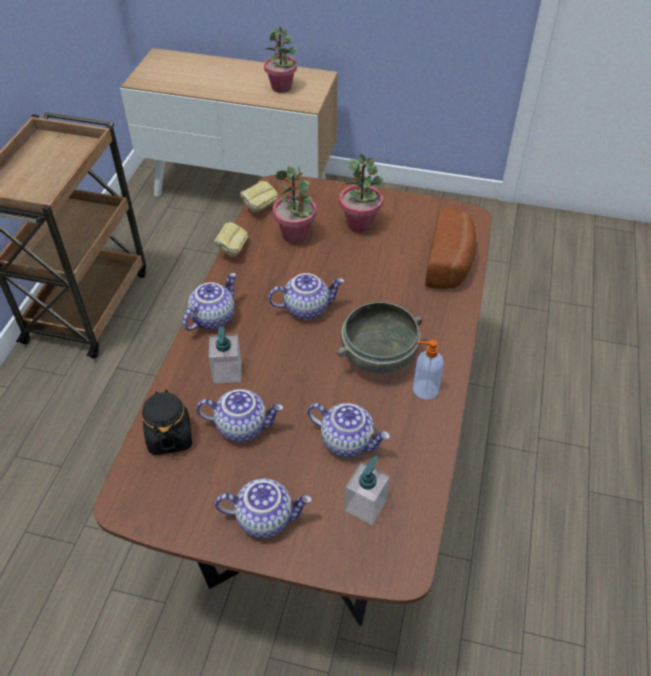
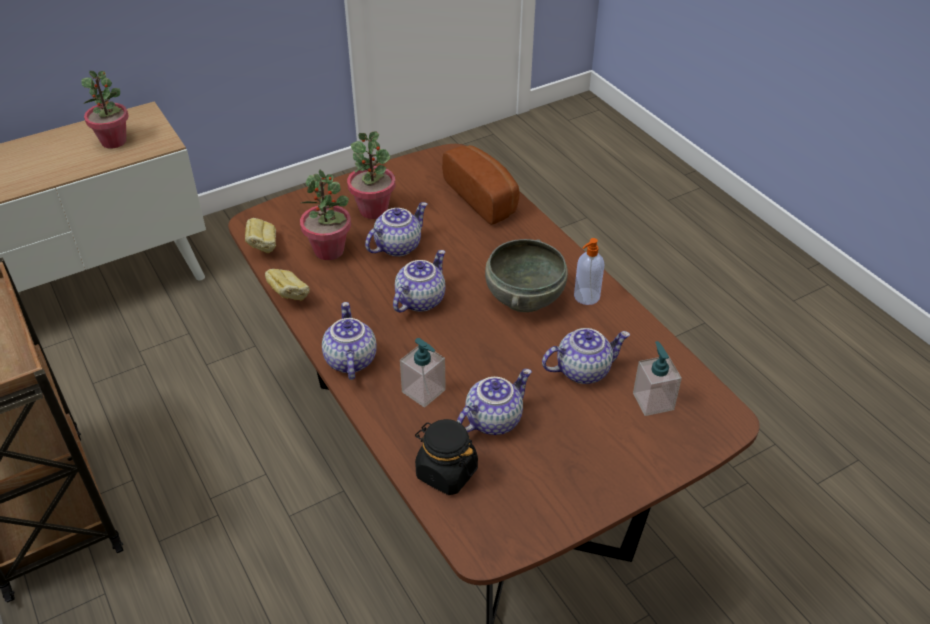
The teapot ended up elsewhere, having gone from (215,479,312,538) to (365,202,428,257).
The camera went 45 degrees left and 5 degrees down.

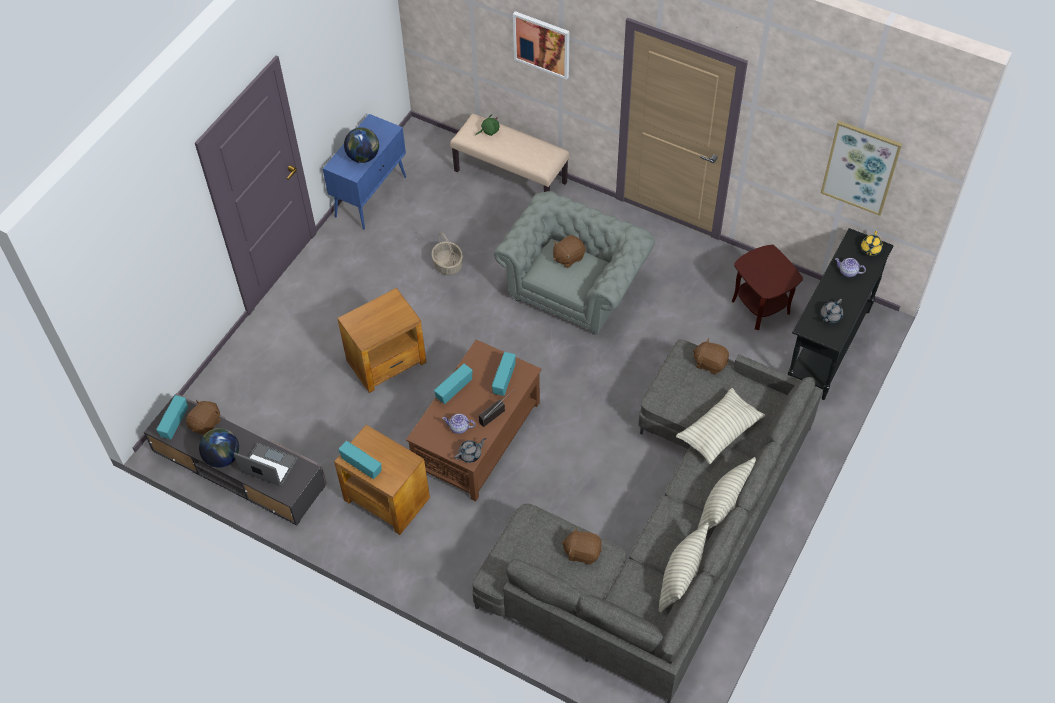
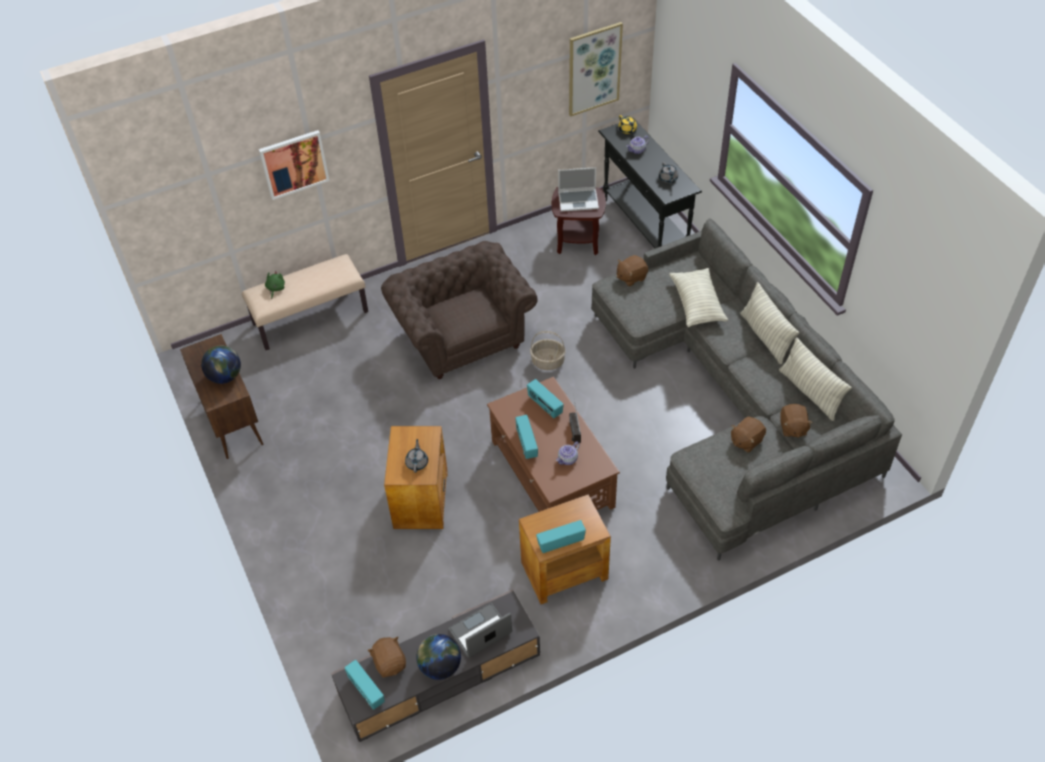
What was the blue cabinet at (323,114,406,230) turned into the brown cabinet at (180,334,263,459).
What was the grey armchair at (494,191,655,335) turned into the brown armchair at (381,241,538,379).
The basket ended up elsewhere, having gone from (431,232,463,275) to (530,331,566,370).
The brown plush toy ended up elsewhere, having gone from (553,235,586,268) to (780,404,813,438).
The grey teapot ended up elsewhere, having gone from (454,438,486,463) to (405,439,428,473).
The second view gained the laptop at (558,167,599,212).
The camera went 55 degrees left and 5 degrees down.

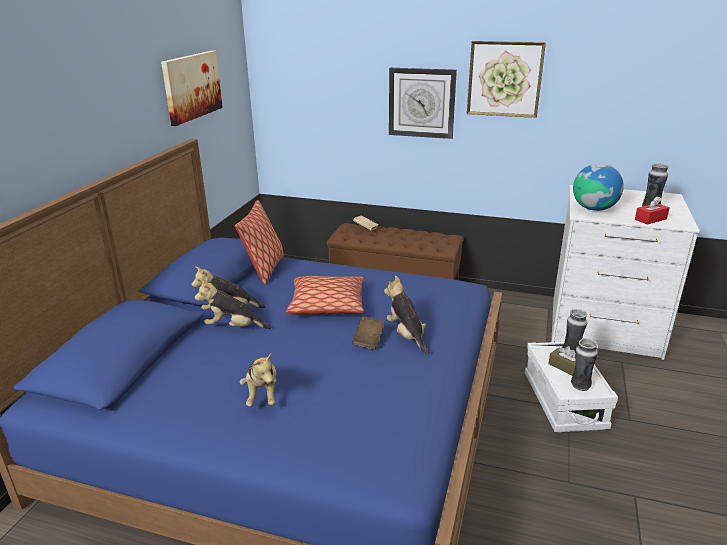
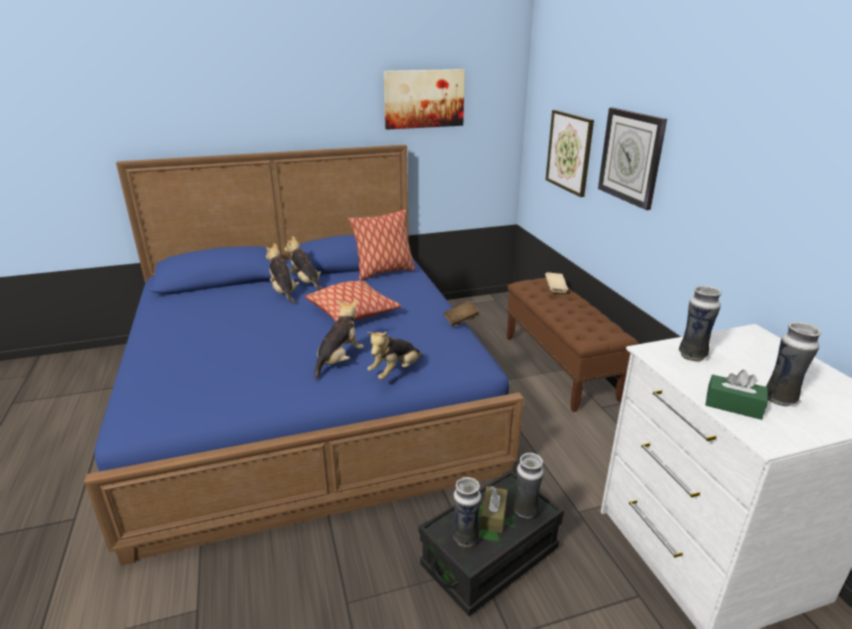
The picture ended up elsewhere, having gone from (467,41,546,118) to (546,110,594,197).
Where the globe stood at (573,164,624,211), the vase came to stand at (679,286,722,361).
What was the red tissue box at (635,196,670,225) turned into the green tissue box at (705,370,768,420).
The brown book ended up elsewhere, having gone from (352,316,384,350) to (444,301,479,327).
What was the white storage box at (525,342,618,432) turned into the black storage box at (418,470,564,616).
The plush toy ended up elsewhere, having gone from (240,352,276,406) to (367,331,423,380).
The camera went 55 degrees right and 0 degrees up.

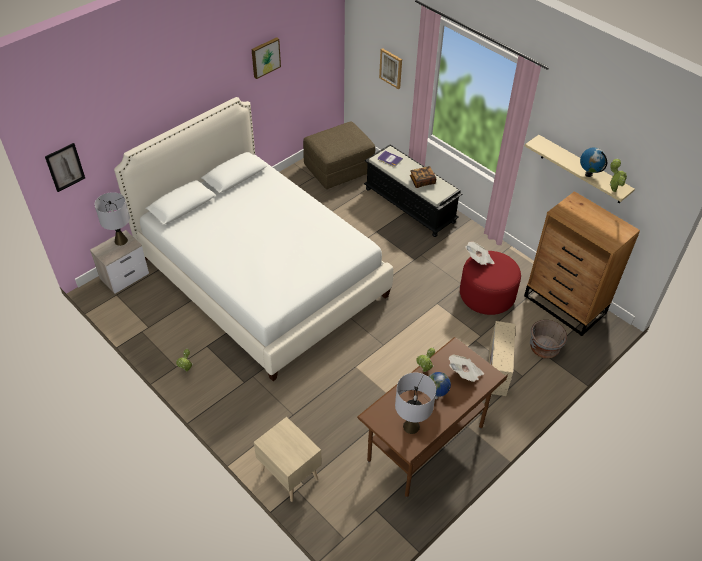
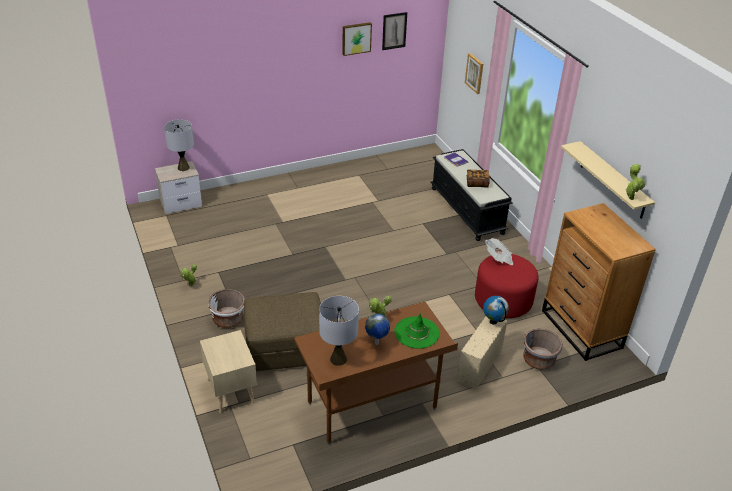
The second view lost the white bed at (114,97,393,381).
The brown ottoman ended up elsewhere, having gone from (303,121,375,189) to (244,292,321,371).
The picture ended up elsewhere, having gone from (45,143,85,192) to (382,12,407,50).
The globe ended up elsewhere, having gone from (580,147,607,177) to (483,296,509,324).
Where the newspaper stood at (449,355,484,382), the green hat came to stand at (394,313,440,349).
The second view gained the white planter at (208,289,245,328).
The camera went 20 degrees right and 10 degrees down.

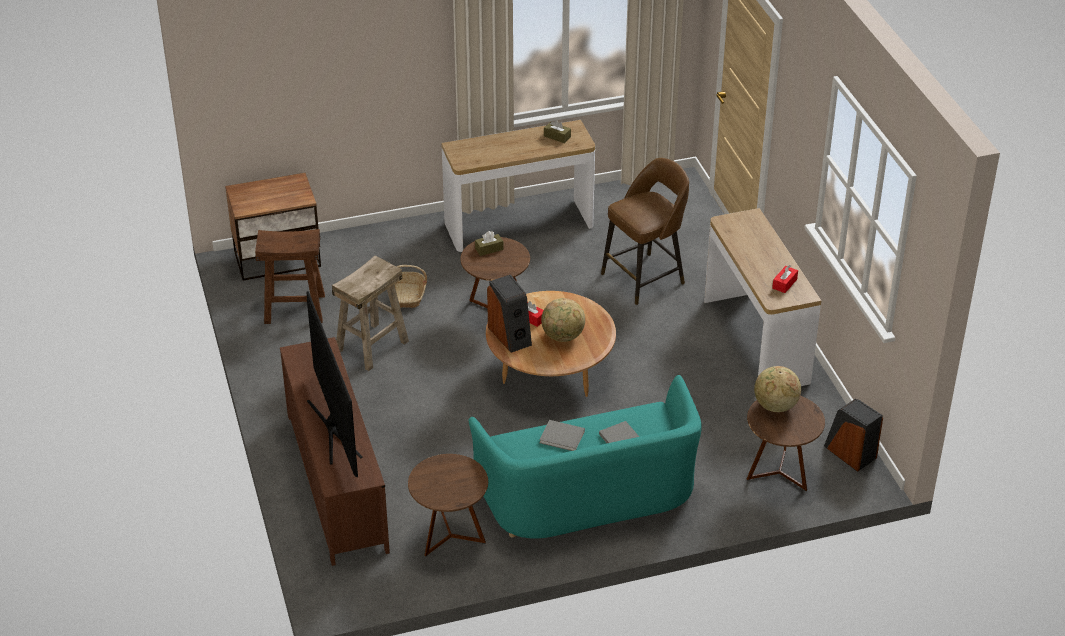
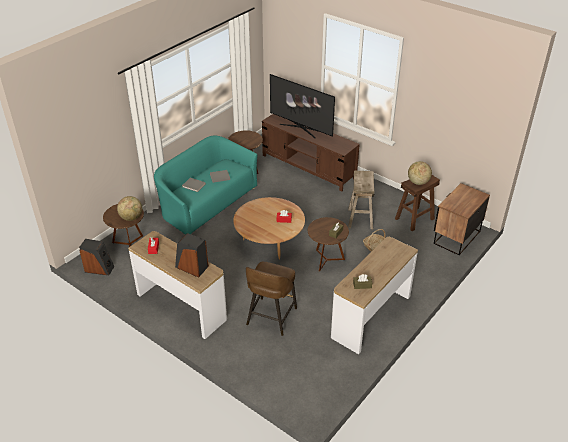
The speaker ended up elsewhere, having gone from (487,275,532,353) to (175,234,209,278).
The globe ended up elsewhere, having gone from (541,298,585,342) to (408,161,432,185).
The camera went 145 degrees right and 0 degrees up.

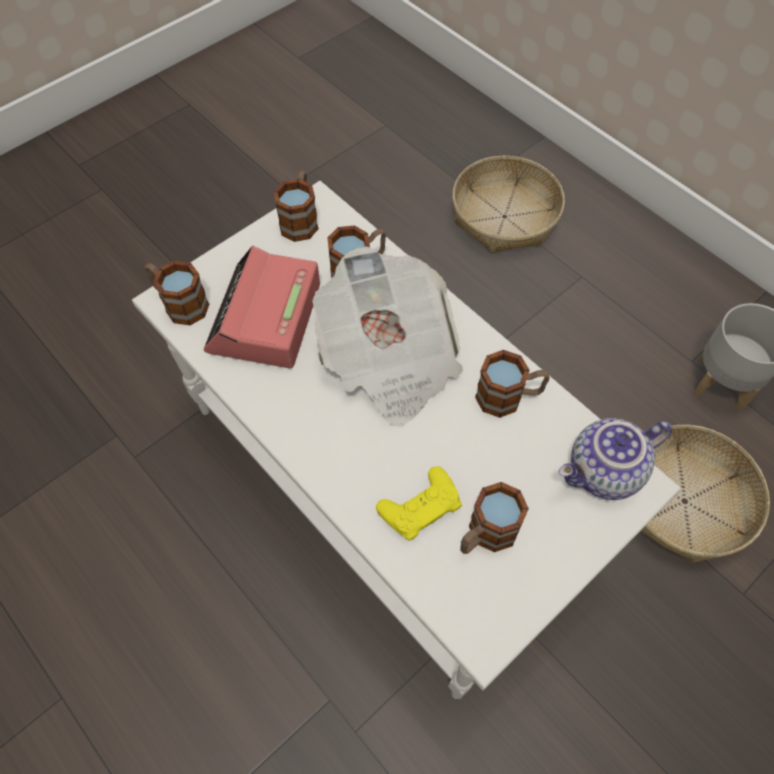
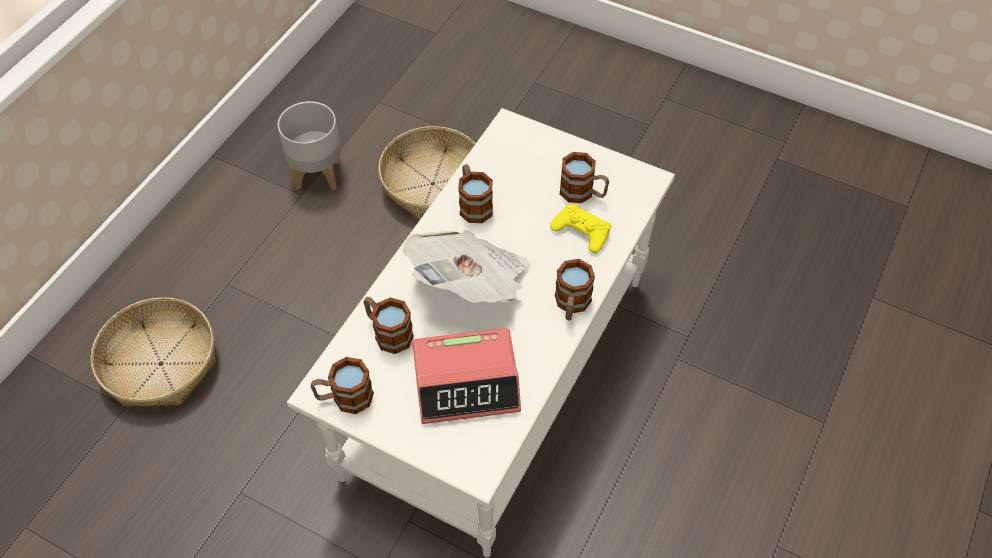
The mug ended up elsewhere, having gone from (145,261,209,325) to (555,259,595,320).
The second view lost the teapot at (558,418,673,500).
The camera went 110 degrees left and 5 degrees down.

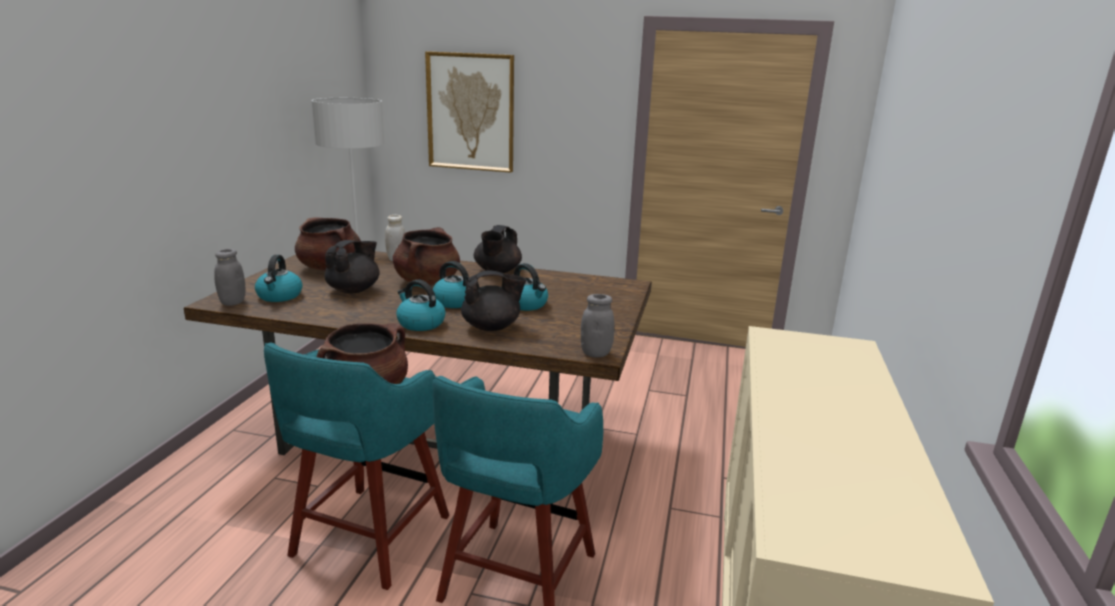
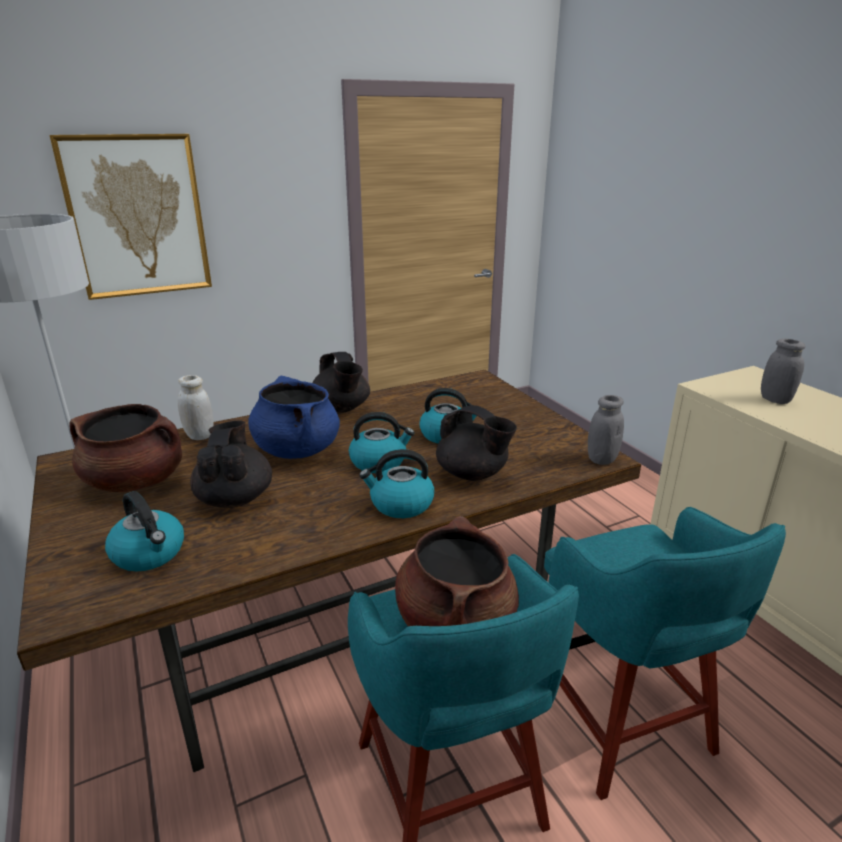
What was the brown cooking pot at (393,227,460,285) turned into the blue cooking pot at (248,376,340,459).
The grey jar ended up elsewhere, having gone from (214,249,245,306) to (761,339,805,404).
The black teapot at (461,270,527,331) ended up facing another way, 90 degrees clockwise from before.
The camera went 40 degrees left and 5 degrees up.

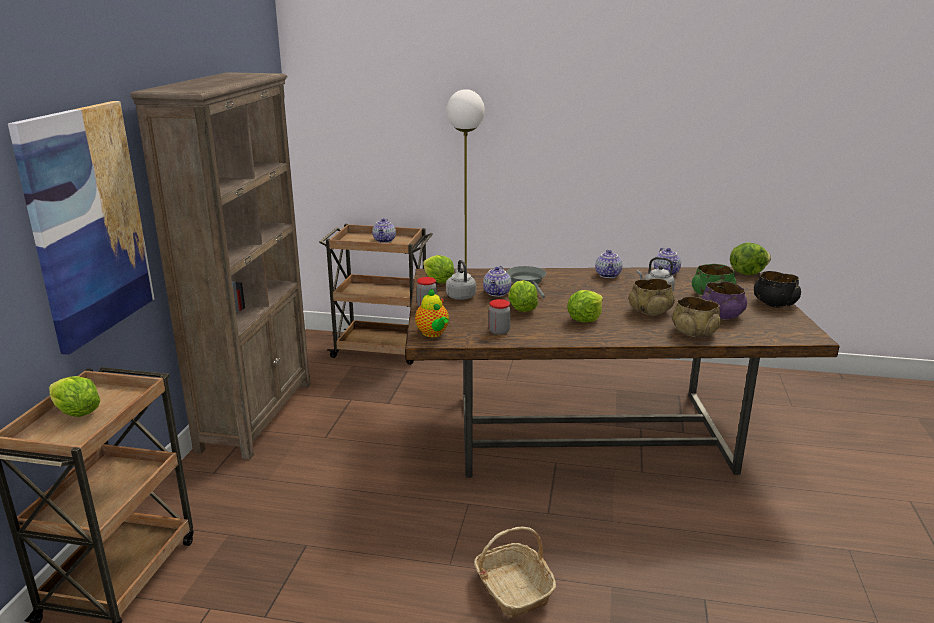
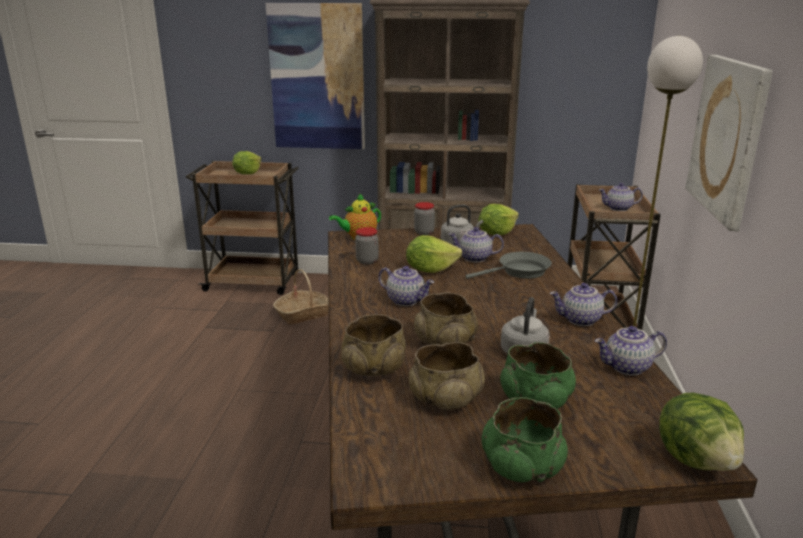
What was the black bowl at (754,271,801,308) turned into the green bowl at (482,397,568,482).
What was the purple bowl at (701,281,747,319) turned into the beige bowl at (408,342,485,410).
Where the lettuce stood at (567,290,603,322), the teapot came to stand at (378,266,434,306).
The basket ended up elsewhere, having gone from (474,527,556,618) to (273,269,329,325).
The second view gained the picture at (685,55,773,231).
The camera went 85 degrees right and 0 degrees up.

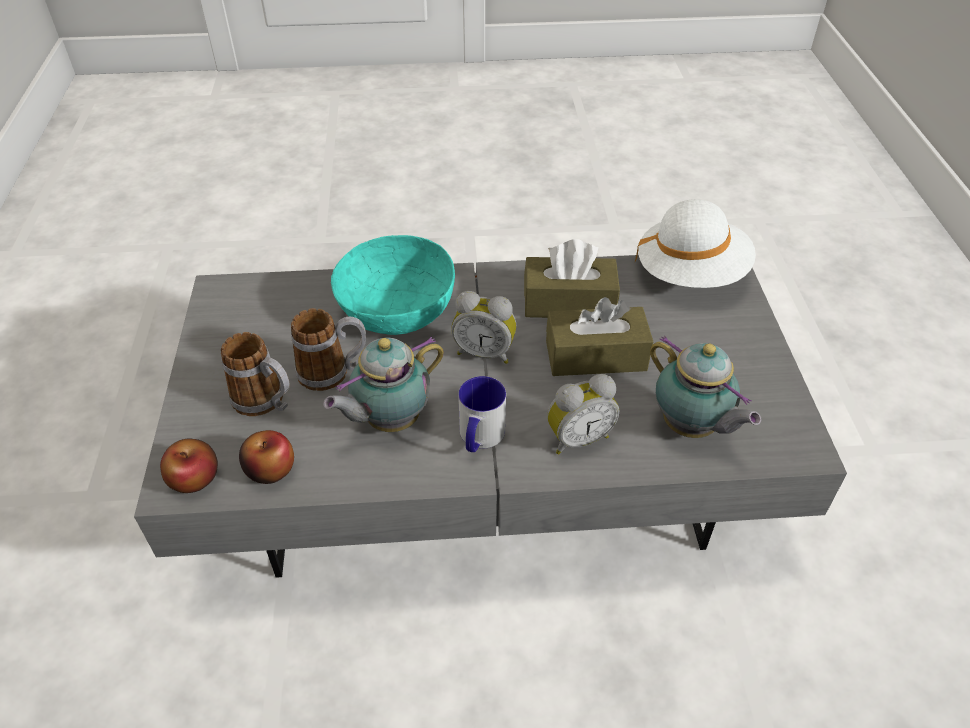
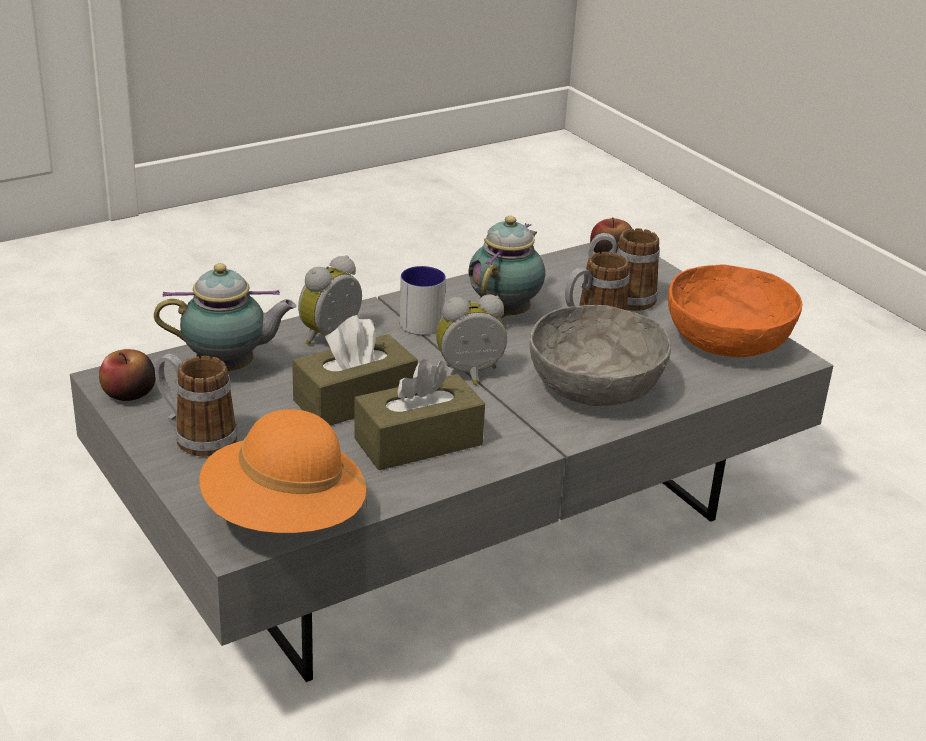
What was the white hat at (635,199,756,288) turned into the orange hat at (199,409,367,533).
What was the turquoise bowl at (331,235,455,335) turned into the grey bowl at (530,305,671,406).
The teapot at (650,336,761,438) ended up facing another way, 150 degrees clockwise from before.
The apple ended up elsewhere, having gone from (239,430,294,484) to (99,349,156,401).
The second view gained the orange bowl at (668,264,803,357).
The second view gained the mug at (155,354,238,457).
The camera went 150 degrees right and 15 degrees down.

